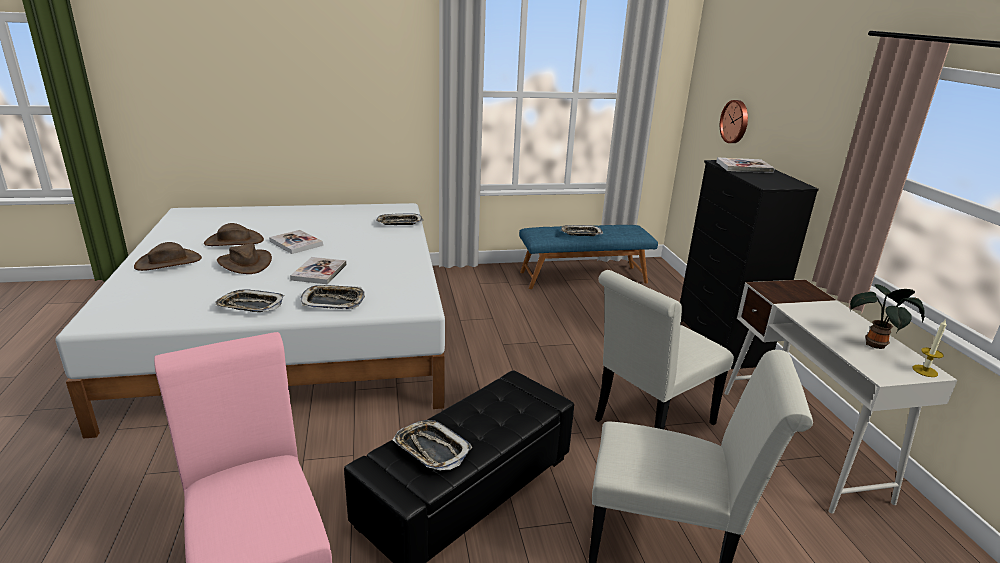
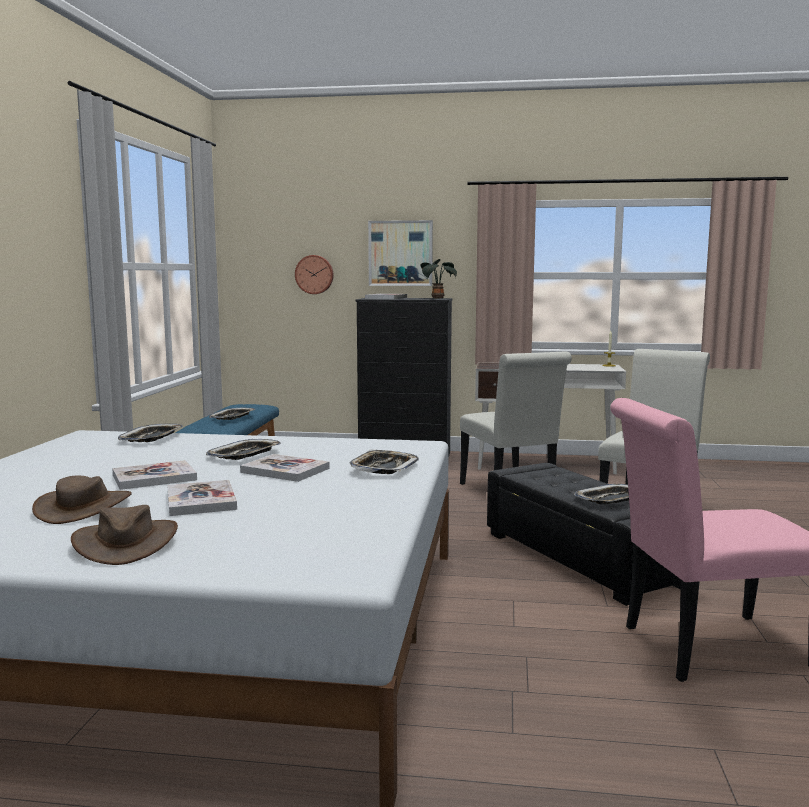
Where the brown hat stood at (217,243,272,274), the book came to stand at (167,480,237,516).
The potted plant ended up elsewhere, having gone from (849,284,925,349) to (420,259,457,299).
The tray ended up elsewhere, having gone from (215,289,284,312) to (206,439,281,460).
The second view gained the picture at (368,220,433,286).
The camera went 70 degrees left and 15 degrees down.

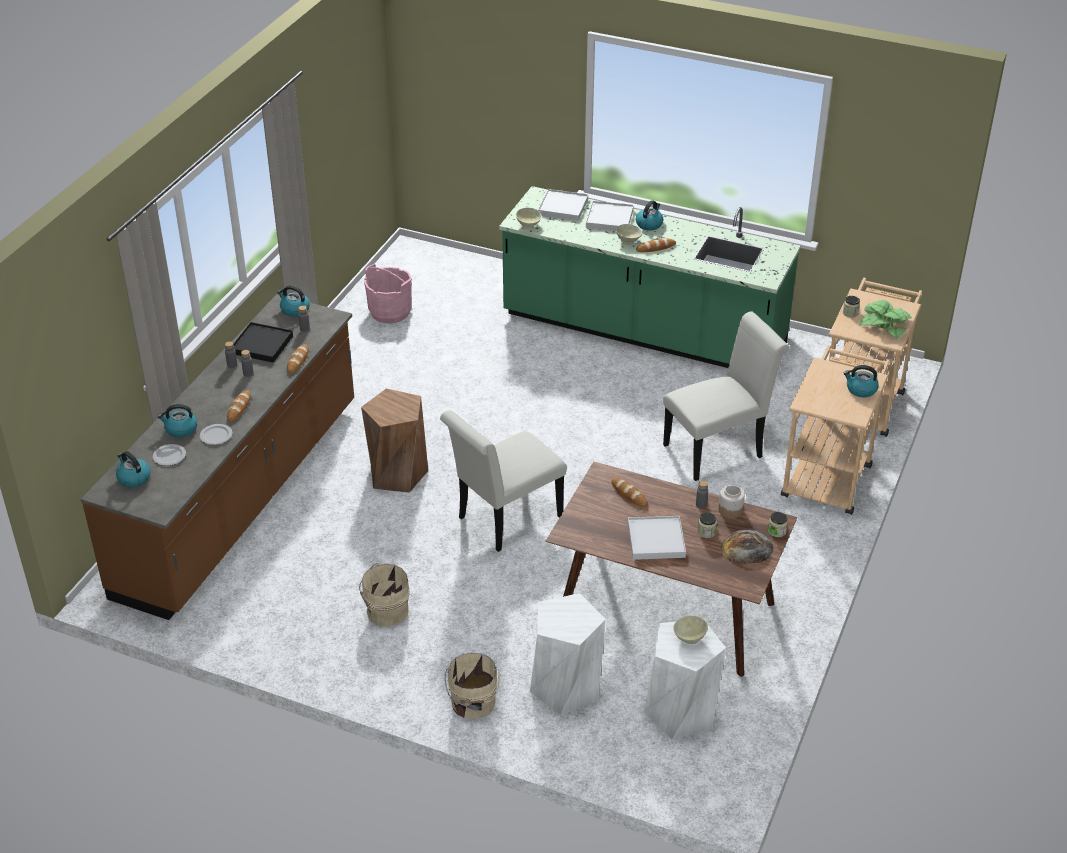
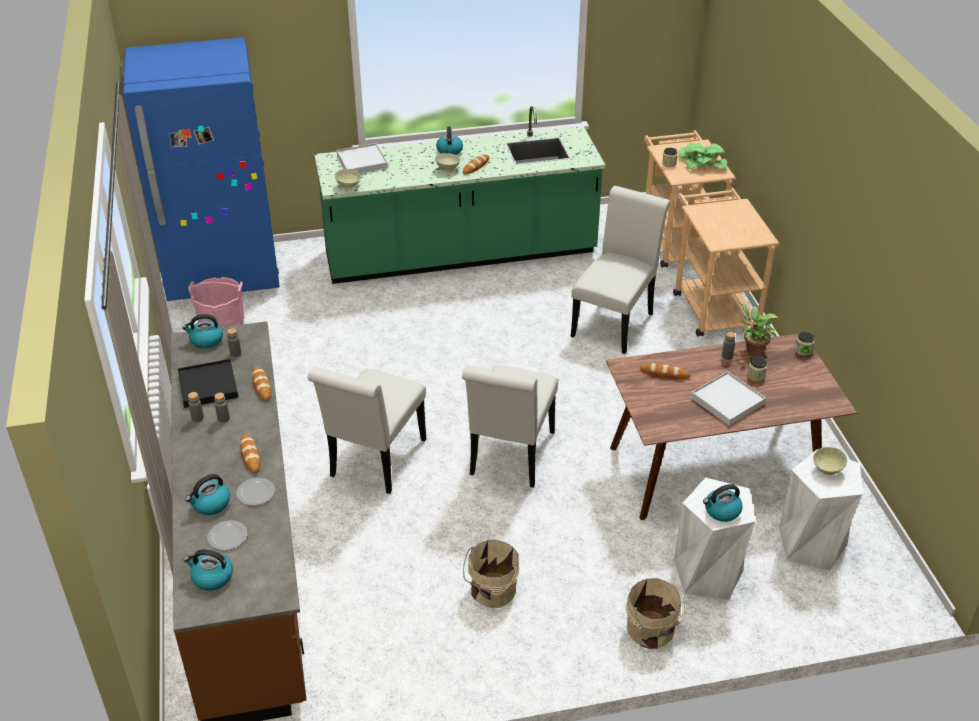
The second view lost the white tray at (586,201,634,231).
The kettle ended up elsewhere, having gone from (843,365,879,398) to (703,484,743,522).
Where the brown stool stood at (361,388,428,493), the white chair came to stand at (308,367,426,494).
Where the jar stood at (718,485,745,518), the potted plant came to stand at (740,304,779,356).
The second view lost the bread at (721,530,774,564).
The second view gained the blue fridge at (123,38,280,301).
The camera went 35 degrees left and 0 degrees up.

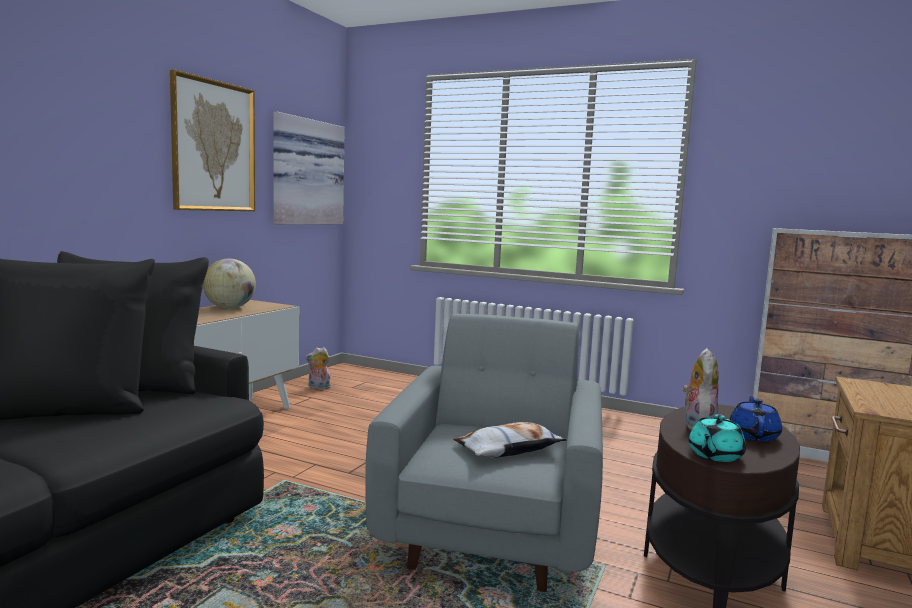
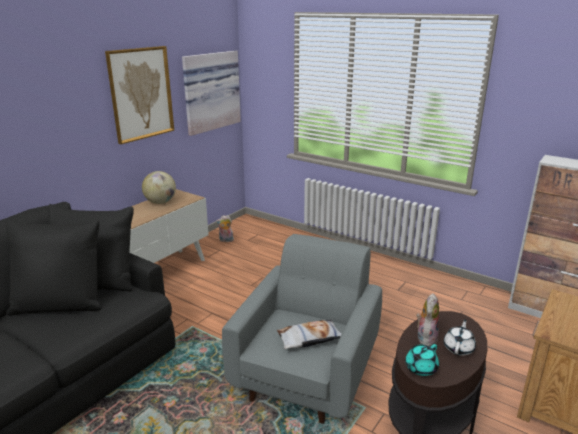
What was the blue teapot at (729,396,782,441) turned into the white teapot at (444,319,476,356).
The camera went 10 degrees right and 15 degrees up.

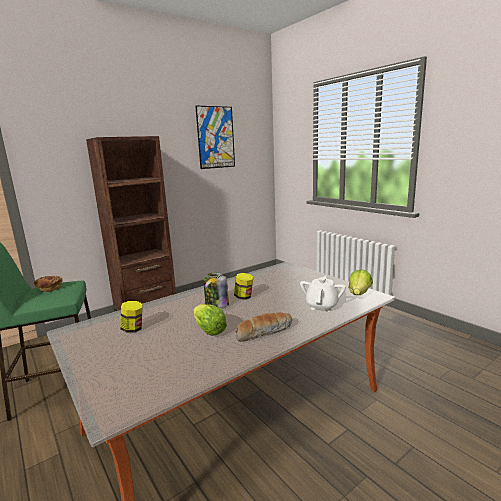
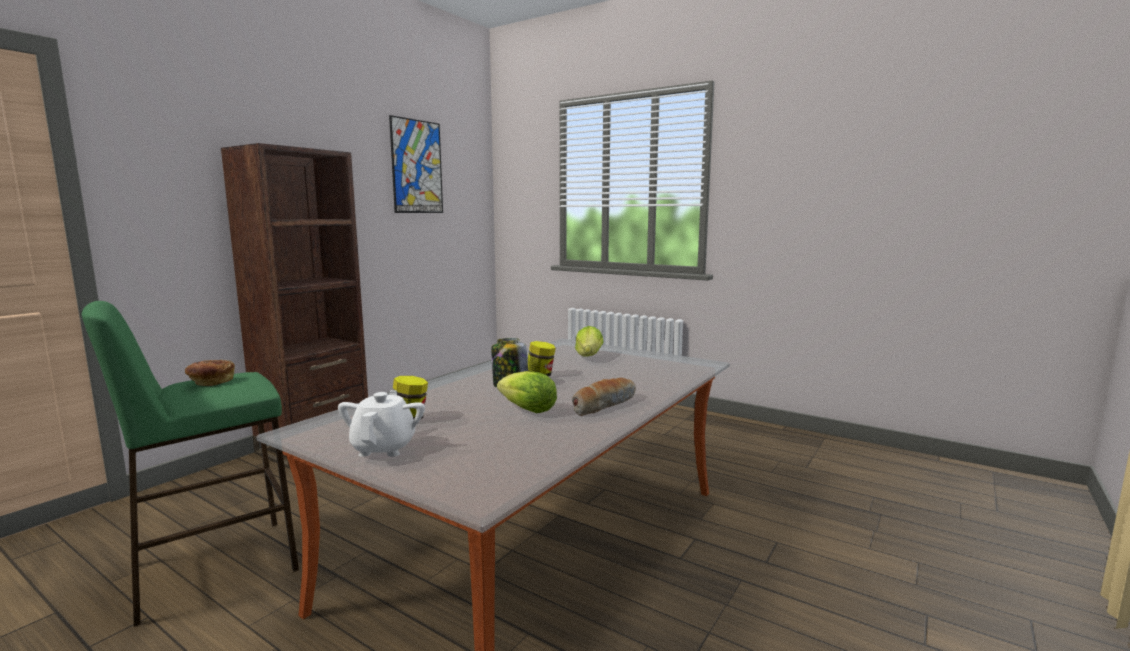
The lettuce ended up elsewhere, having gone from (348,269,373,295) to (575,326,604,356).
The white teapot ended up elsewhere, having gone from (300,276,346,312) to (338,390,425,457).
The camera went 20 degrees left and 5 degrees down.

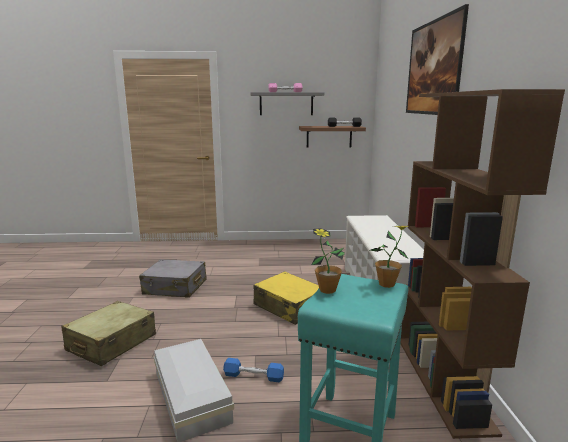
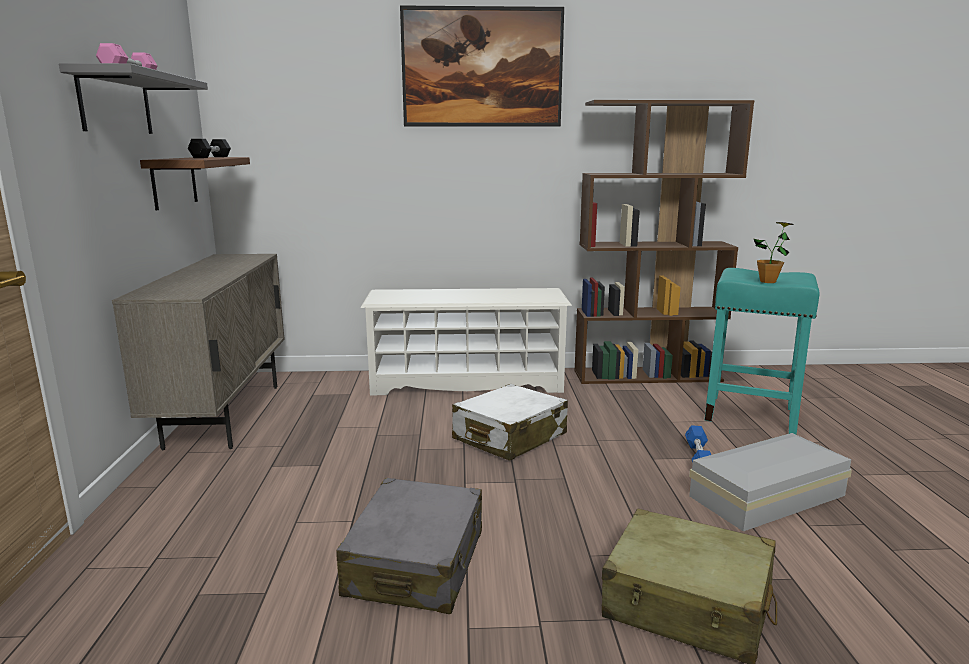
The second view lost the potted plant at (370,226,410,288).
What was the yellow suitcase at (253,271,319,325) turned into the white suitcase at (452,384,568,460).
The second view gained the beige cabinet at (112,254,285,450).
The camera went 90 degrees left and 0 degrees up.

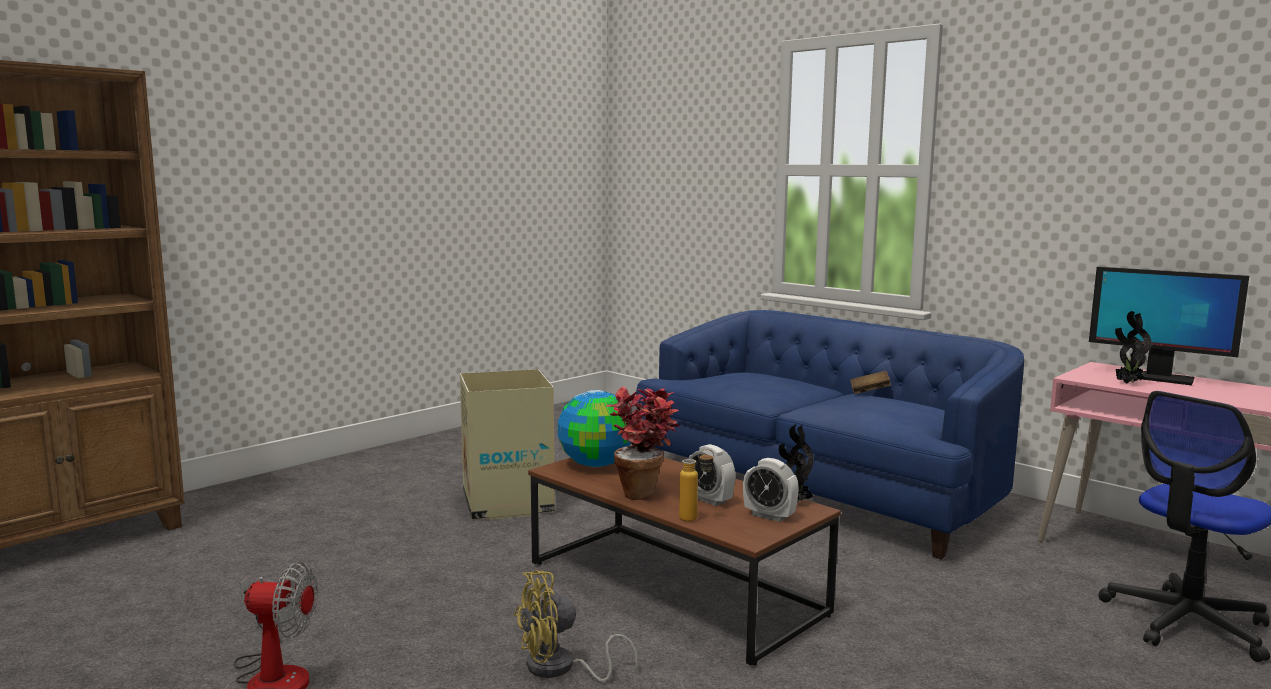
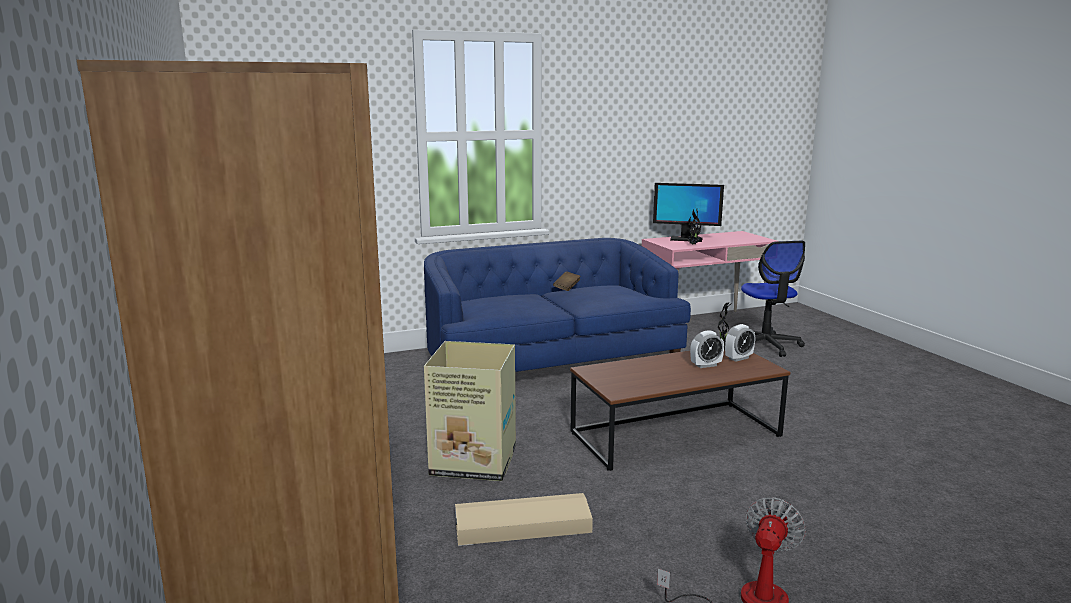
The monitor at (1089,267,1249,385) ended up facing another way, 45 degrees clockwise from before.
The second view lost the potted plant at (606,386,679,500).
The second view lost the globe at (558,390,631,467).
The second view lost the bottle at (679,449,714,522).
The second view lost the yellow fan at (514,570,638,682).
The second view gained the beige storage box at (455,493,593,546).
The camera went 65 degrees left and 5 degrees up.

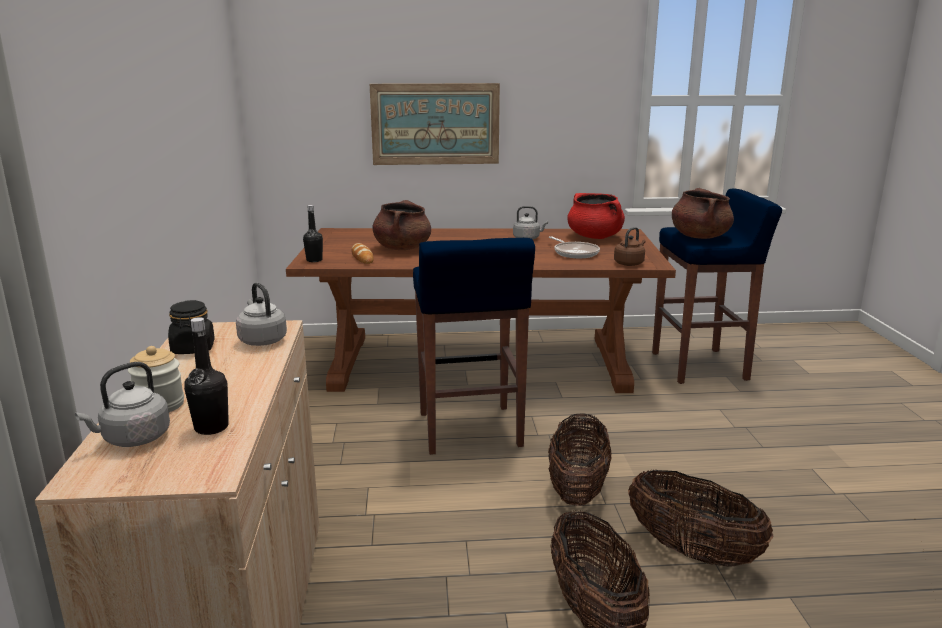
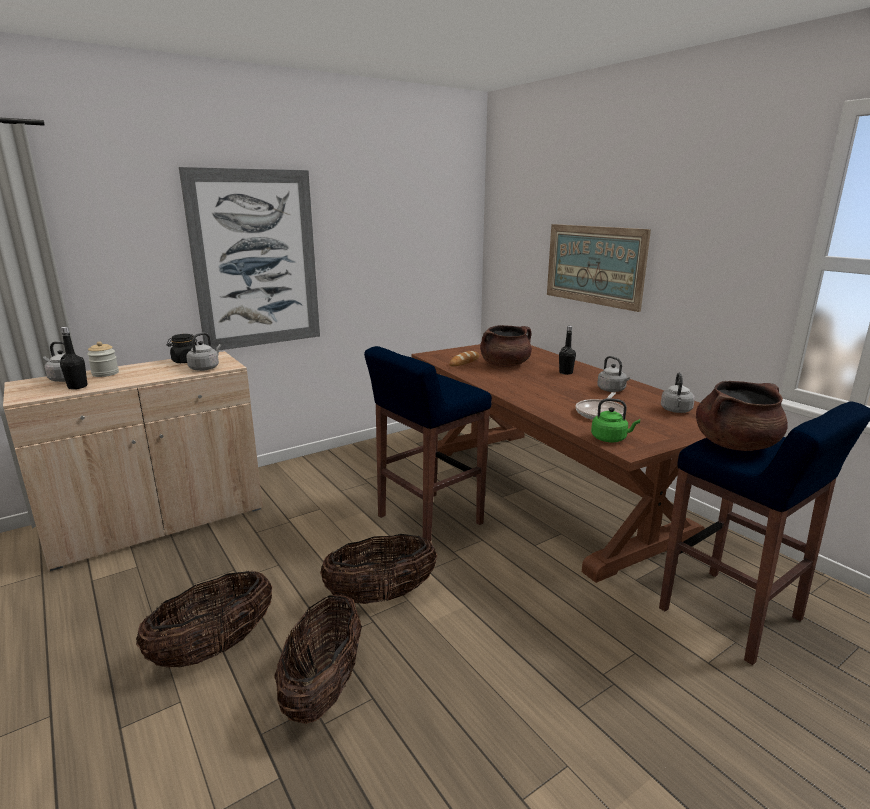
Where the red cooking pot stood at (567,193,625,239), the grey kettle came to stand at (661,373,695,413).
The black bottle ended up elsewhere, having gone from (303,205,323,262) to (559,326,576,375).
What was the brown kettle at (614,227,646,266) turned into the green kettle at (591,398,640,442).
The second view gained the picture at (179,167,320,350).
The camera went 60 degrees right and 0 degrees up.

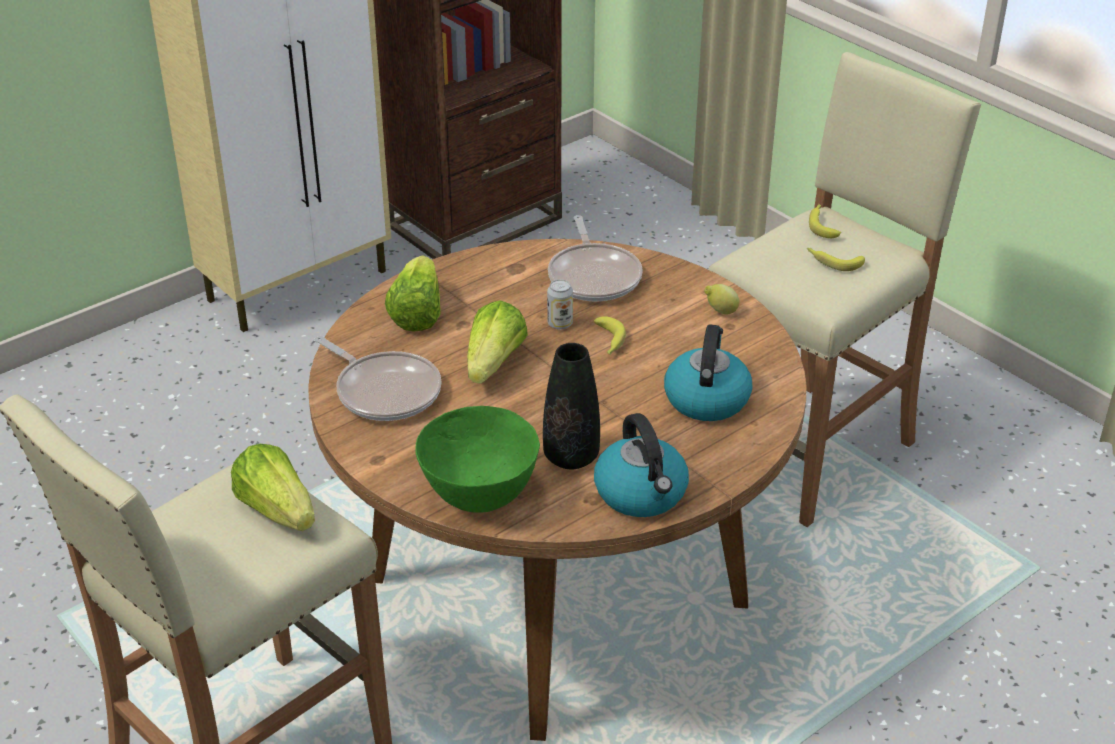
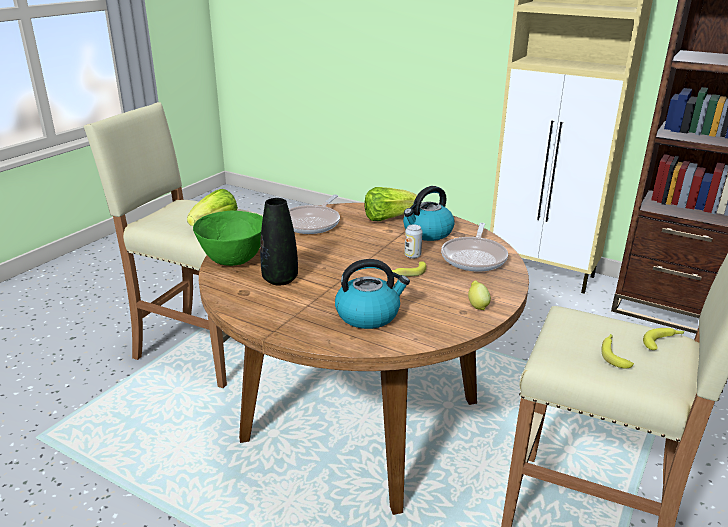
The frying pan at (548,215,643,302) ended up facing another way, 45 degrees counterclockwise from before.
The second view lost the lettuce at (467,300,528,384).
The kettle ended up elsewhere, having gone from (594,413,689,517) to (403,186,455,241).
The camera went 70 degrees right and 10 degrees down.

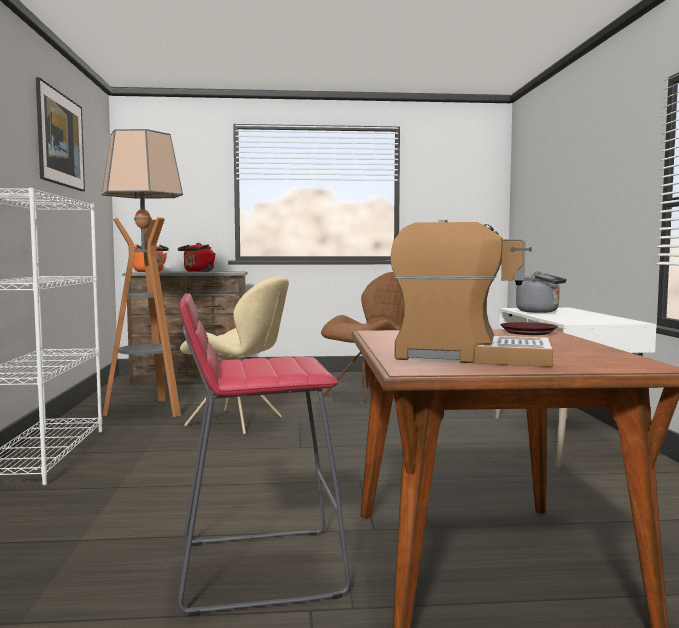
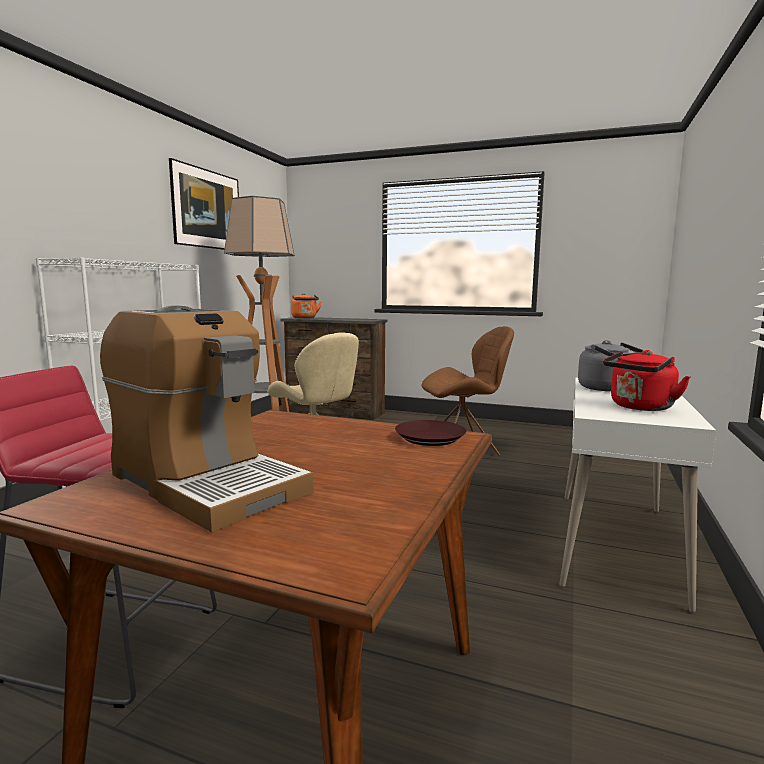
The red kettle ended up elsewhere, having gone from (178,243,216,272) to (603,350,690,411).
The camera went 25 degrees right and 5 degrees up.

